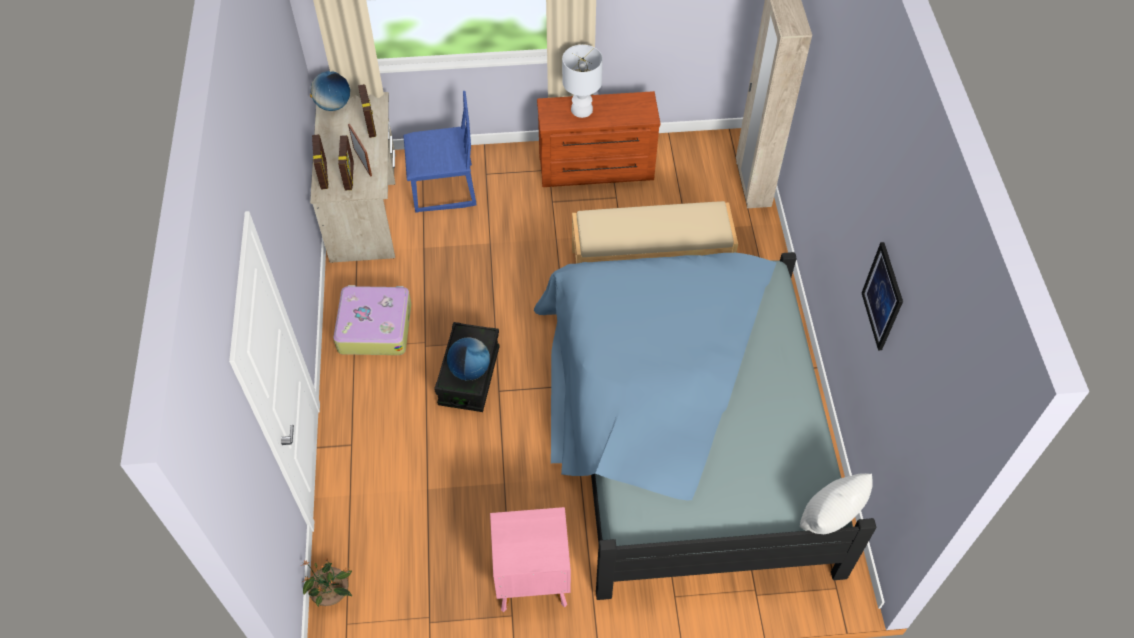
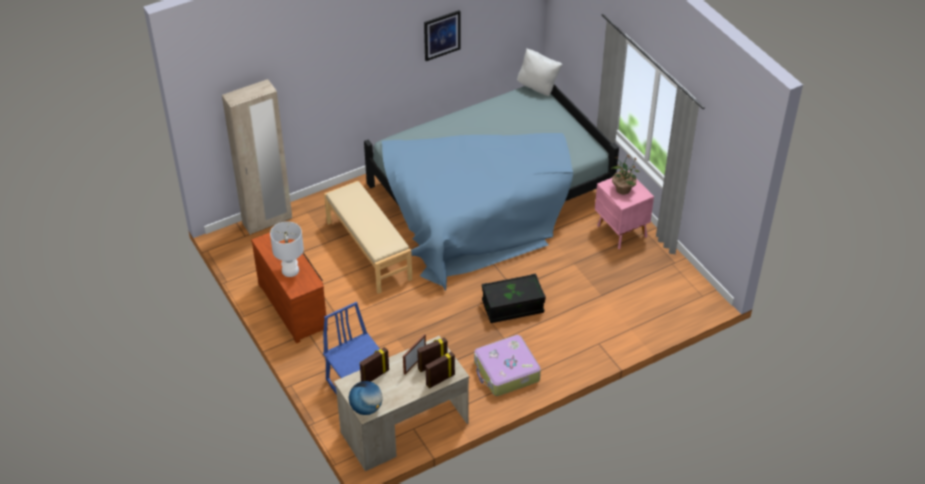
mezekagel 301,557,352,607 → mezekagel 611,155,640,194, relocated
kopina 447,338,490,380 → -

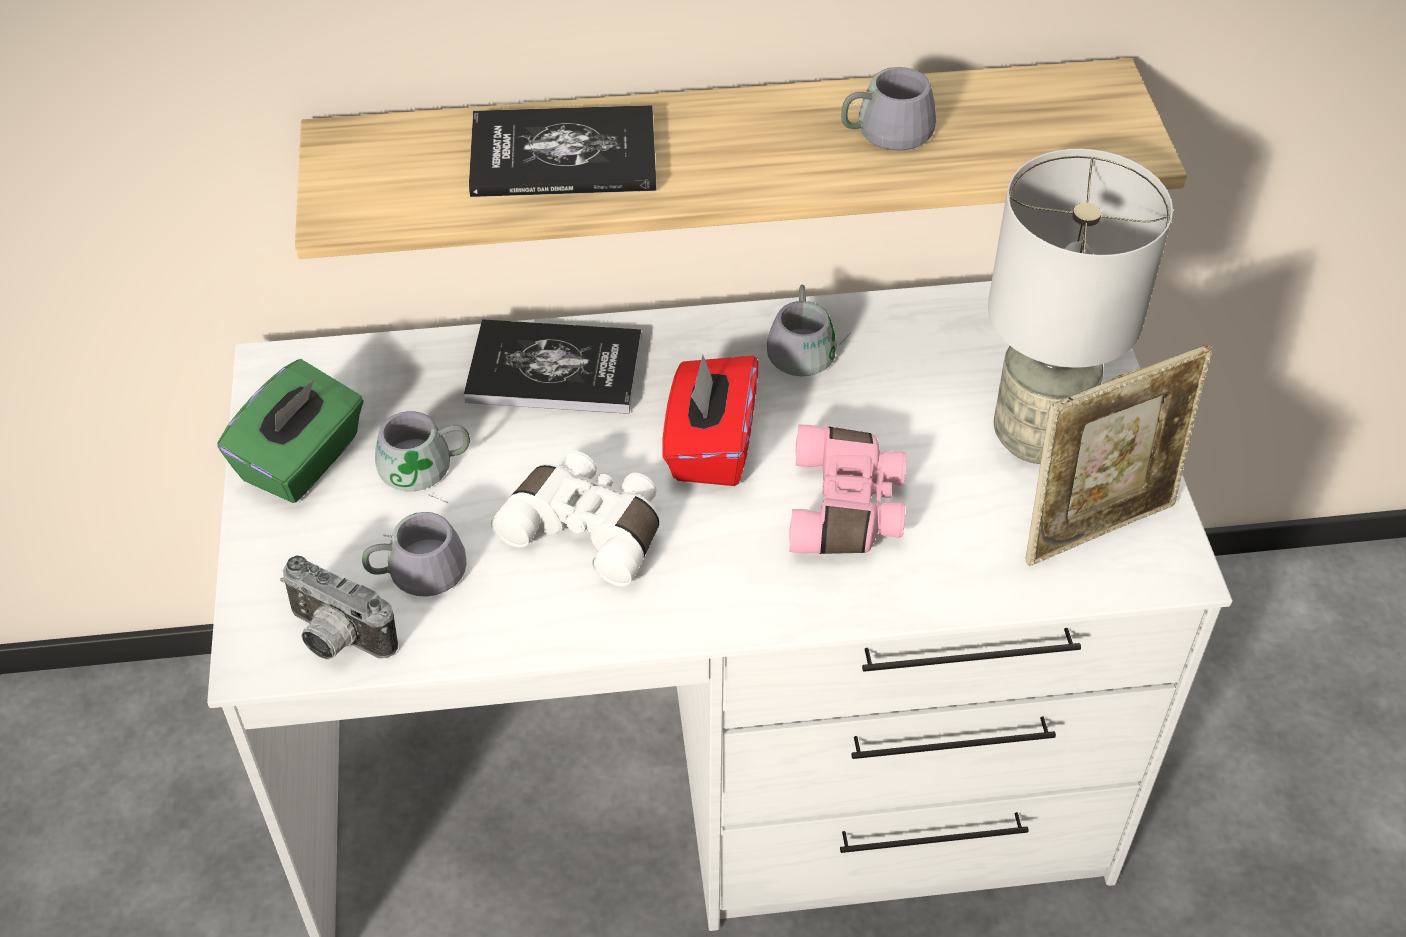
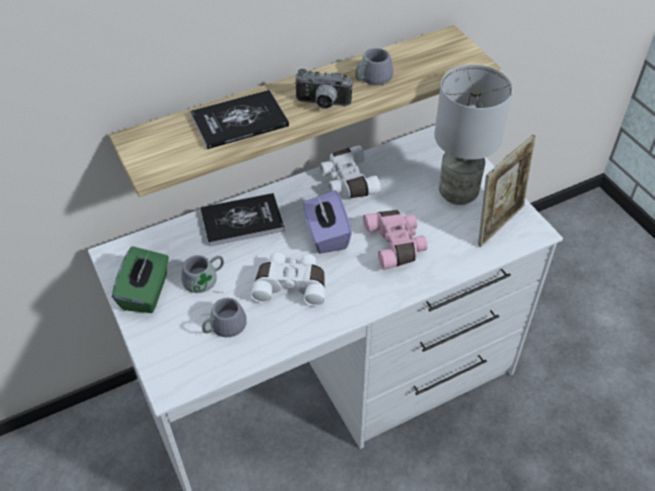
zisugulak 280,555,398,659 → zisugulak 294,69,352,109, relocated
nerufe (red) 663,355,758,486 → nerufe (purple) 303,190,352,254
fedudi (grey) 767,285,851,377 → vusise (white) 320,146,381,198

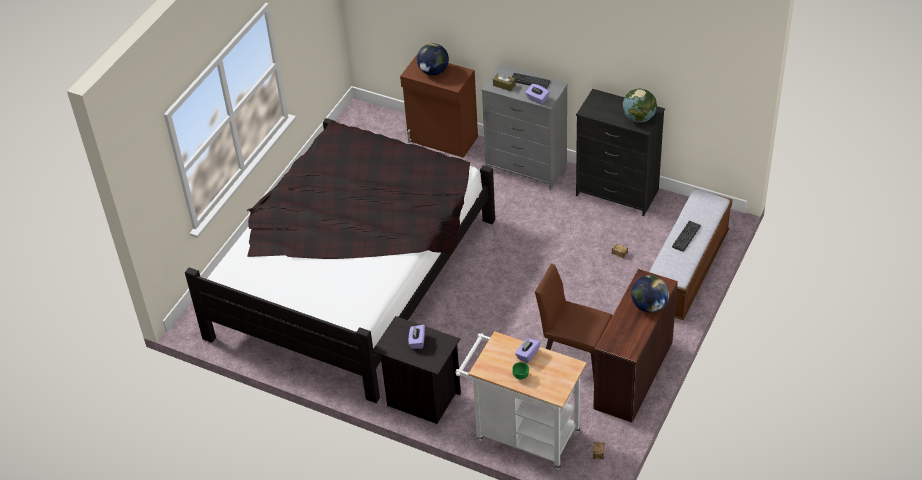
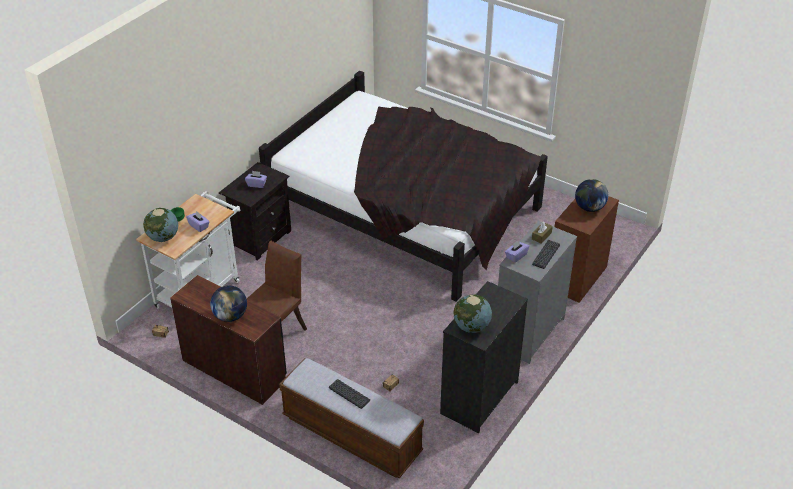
- → kopina 143,208,178,242

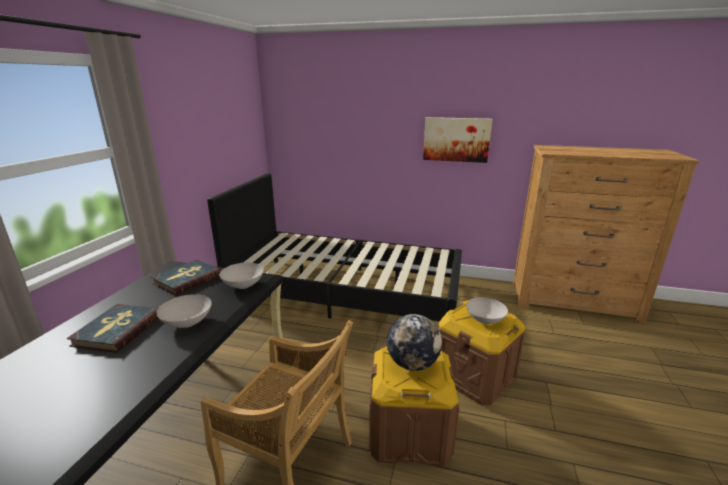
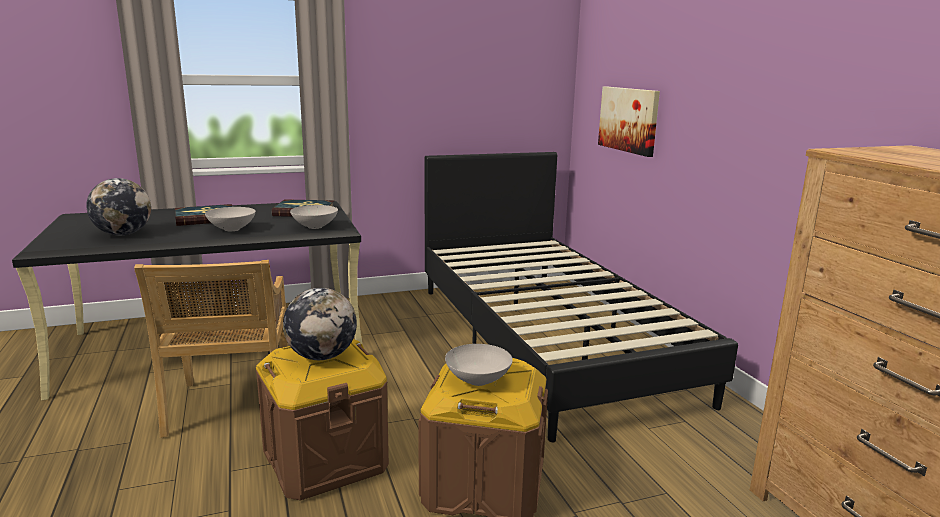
- → kopina 86,178,151,235
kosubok 423,117,492,163 → kosubok 598,86,660,157, relocated

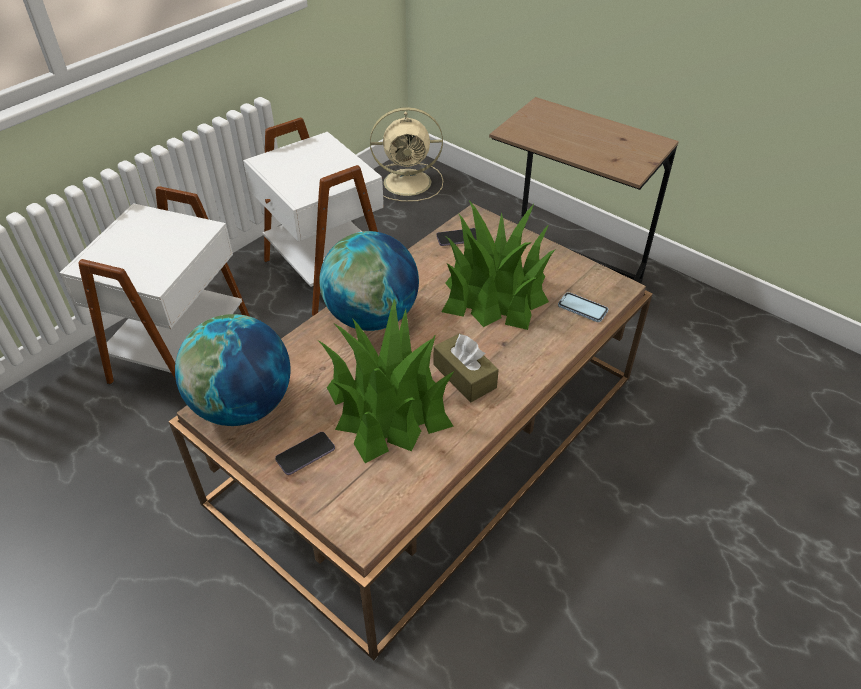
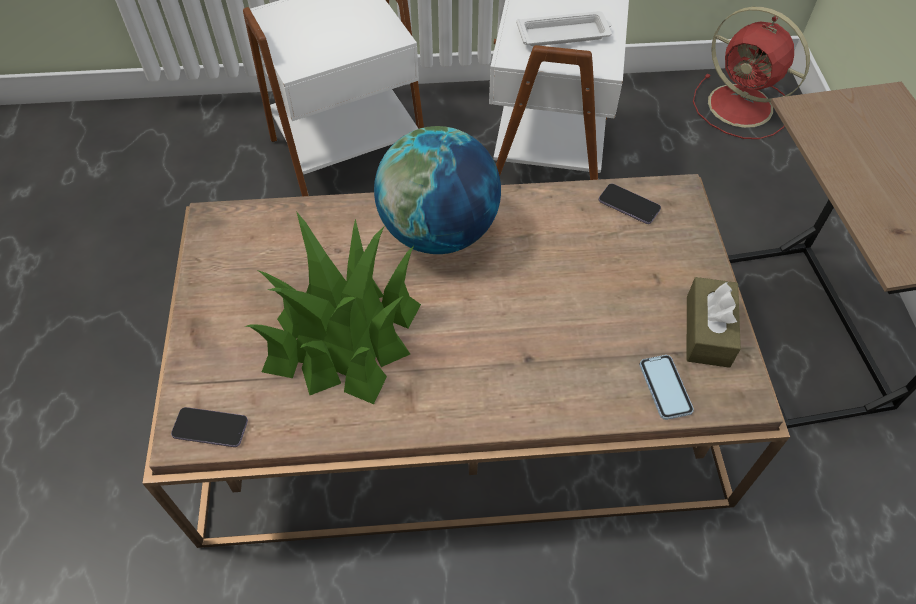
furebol 275,432,335,475 → furebol 171,407,248,447, relocated
- → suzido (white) 516,11,612,46
nerufe (brown) 434,333,499,402 → nerufe (brown) 686,277,741,368, relocated
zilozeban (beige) 370,107,443,202 → zilozeban (red) 693,7,810,139
kopina 175,314,290,426 → -
mezekagel 442,201,556,330 → -

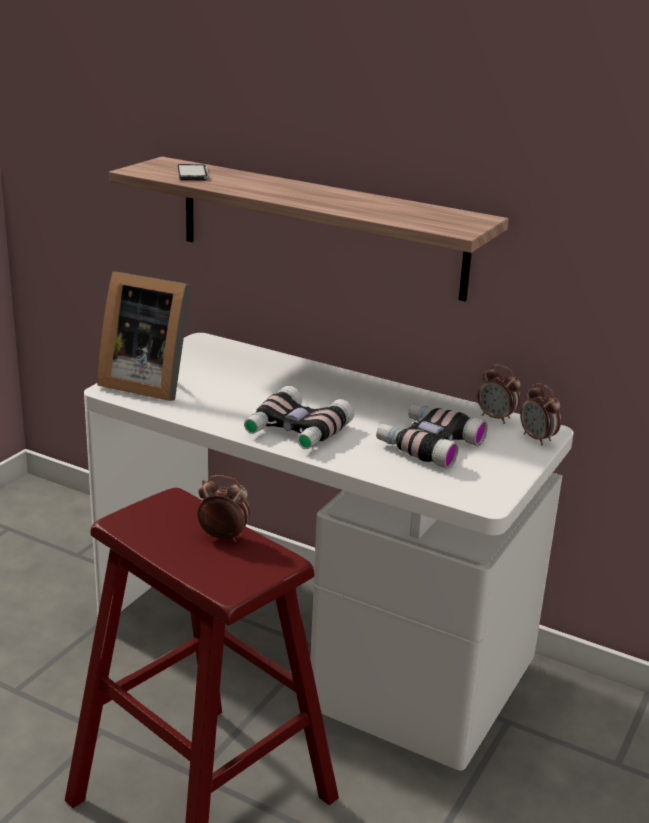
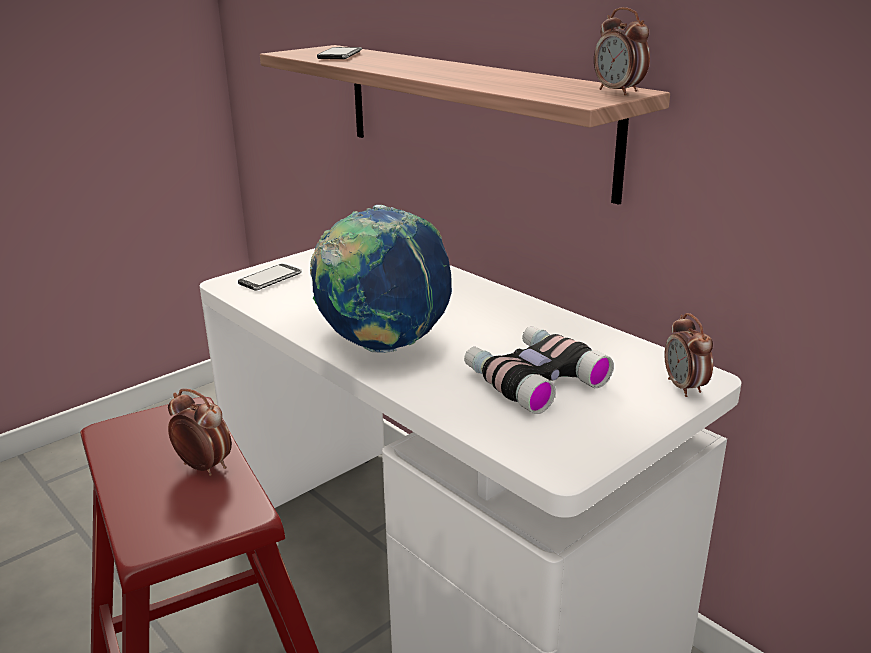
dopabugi 98,271,191,401 → furebol 238,264,302,291
vusise 244,386,354,449 → kopina 310,205,452,353
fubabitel 478,365,521,424 → fubabitel 594,7,650,95, relocated

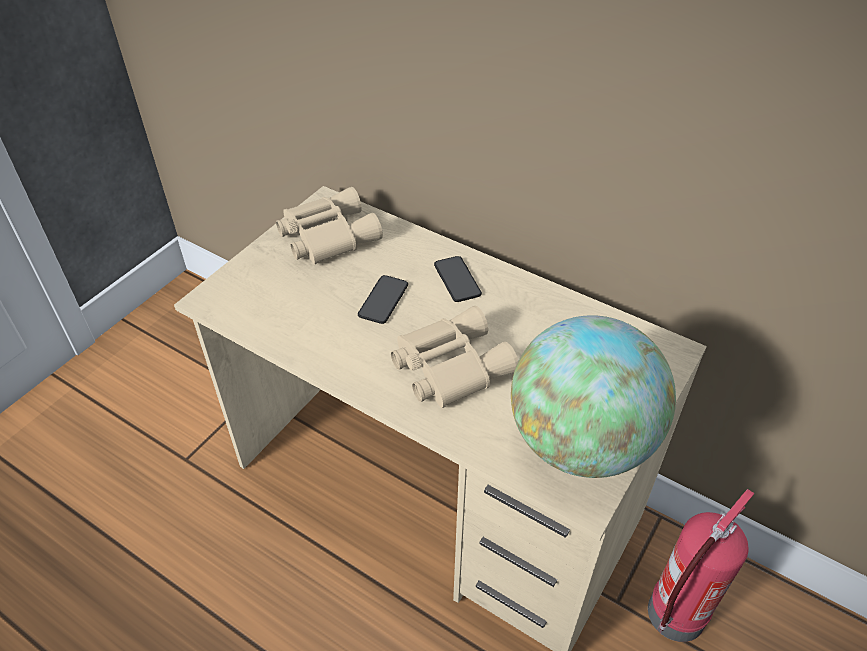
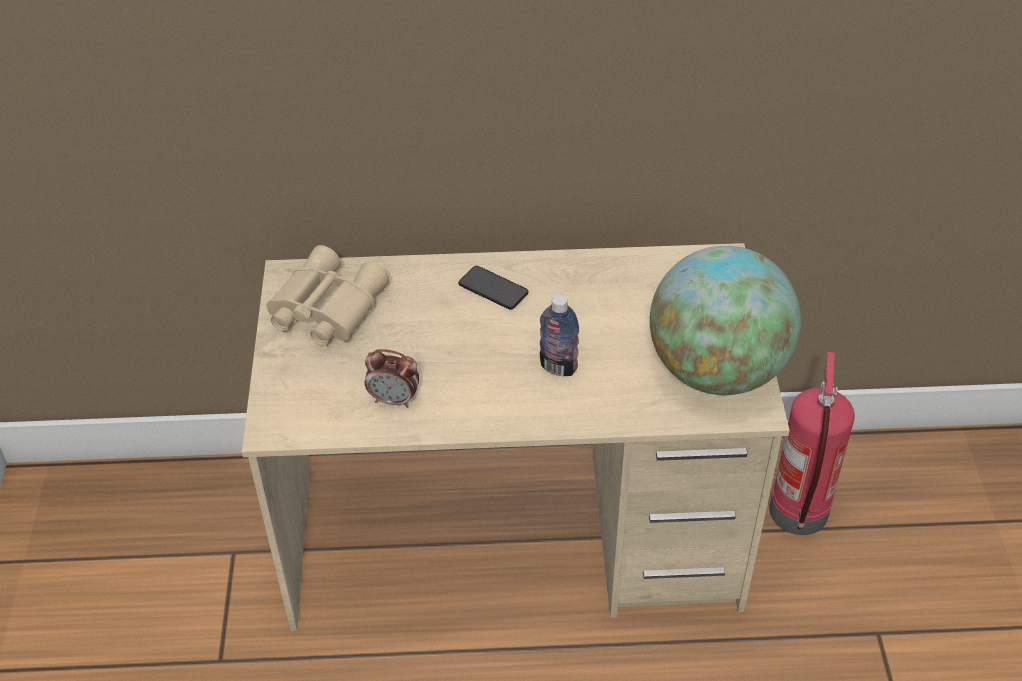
- → fubabitel 365,349,419,408
vusise (beige) 391,306,518,408 → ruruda 540,294,579,376
furebol 358,275,408,324 → -

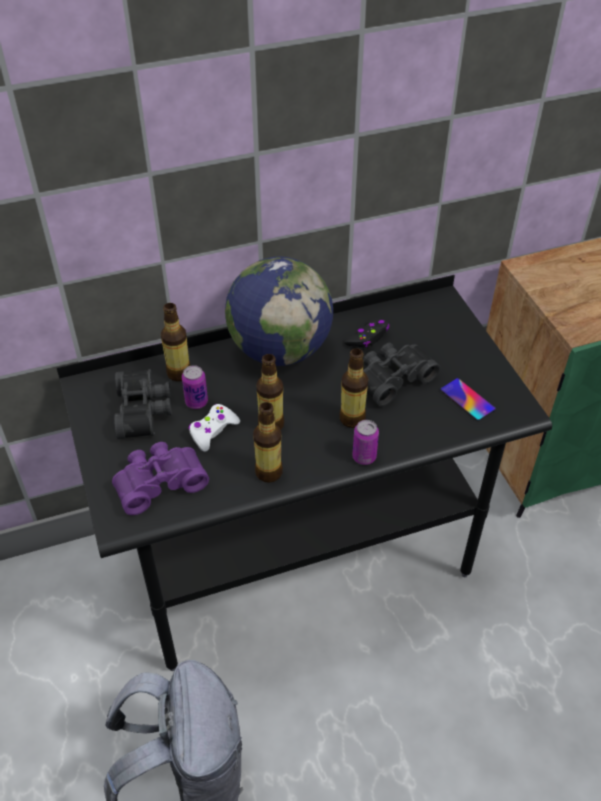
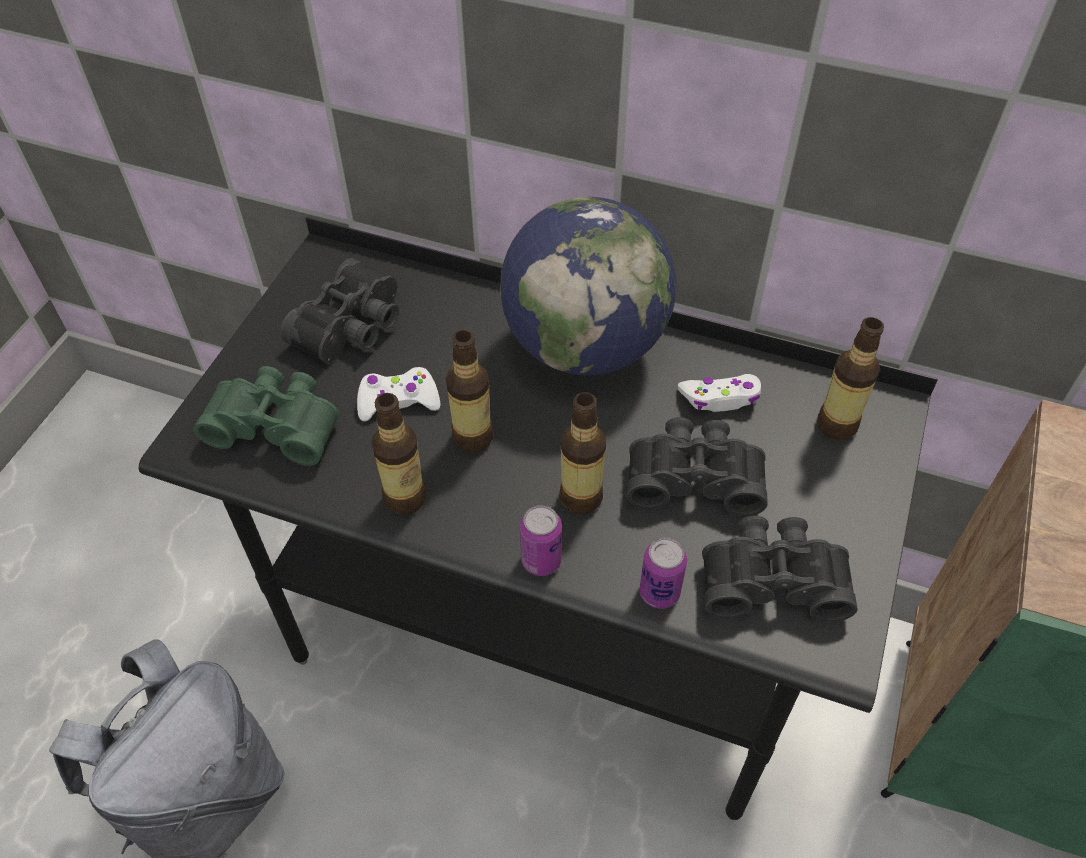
vusise (purple) 112,442,209,515 → vusise (green) 194,366,340,466
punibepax 182,365,208,409 → punibepax 640,537,687,609, relocated
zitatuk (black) 344,318,390,348 → zitatuk (white) 678,374,761,412
furebol 440,378,496,421 → vusise (black) 702,516,858,622
ruruda 161,303,190,381 → ruruda 817,317,884,440, relocated

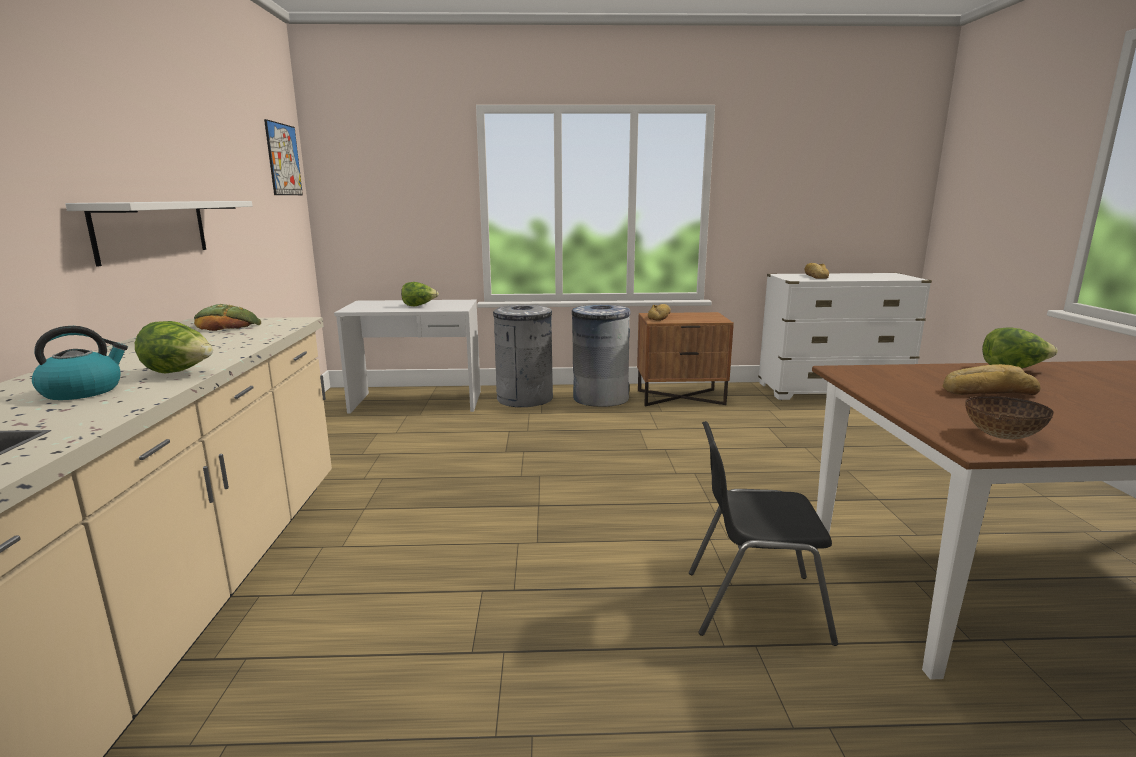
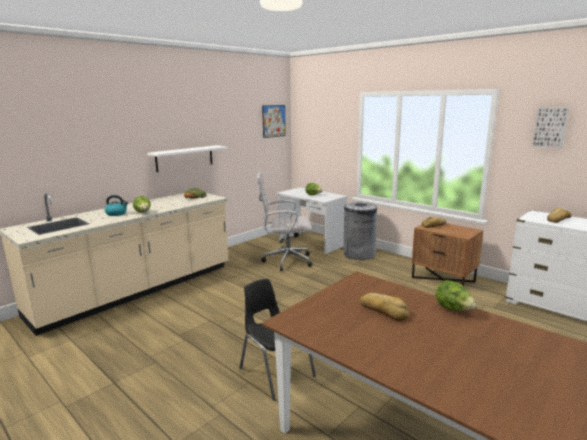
- → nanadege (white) 257,172,312,271
- → kosubok 532,107,569,148
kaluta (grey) 572,305,631,407 → -
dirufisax 965,396,1054,439 → -

